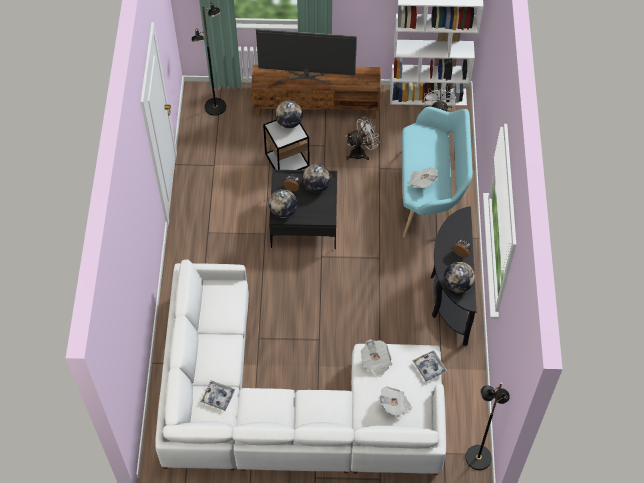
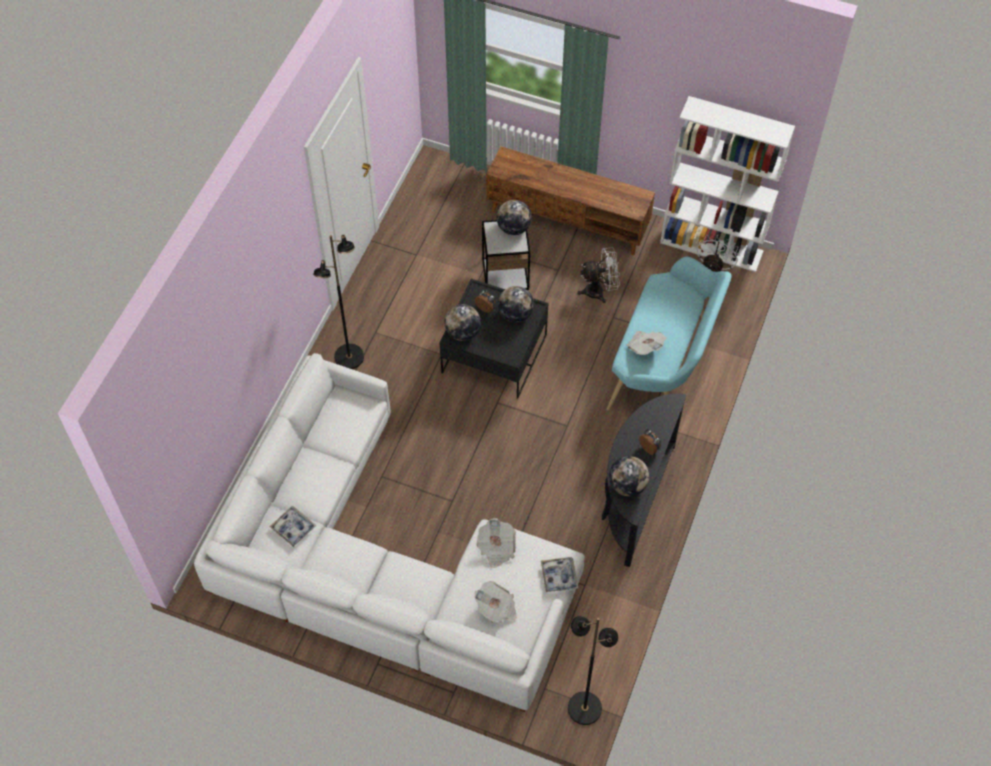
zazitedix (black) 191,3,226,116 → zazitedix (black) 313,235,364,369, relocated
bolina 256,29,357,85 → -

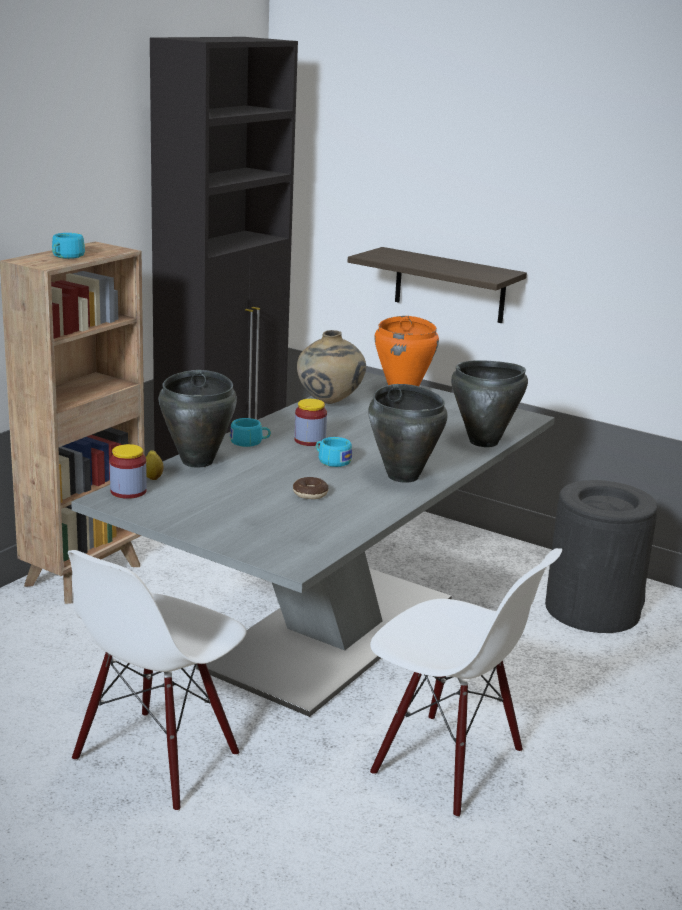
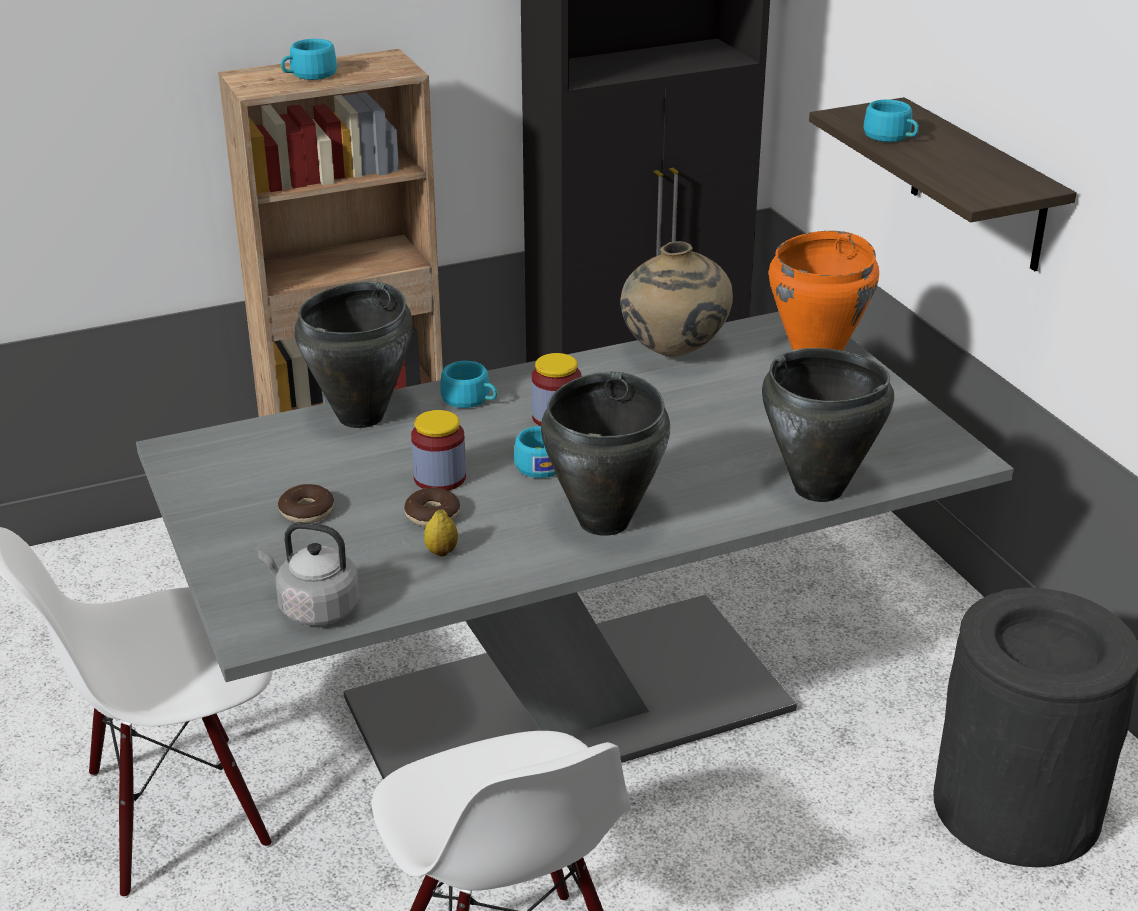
- → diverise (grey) 258,522,360,626
- → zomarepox 278,484,334,523
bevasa 110,444,147,499 → bevasa 411,410,466,491, relocated
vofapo 146,450,164,480 → vofapo 424,510,458,557, relocated
- → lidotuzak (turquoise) 864,99,919,142

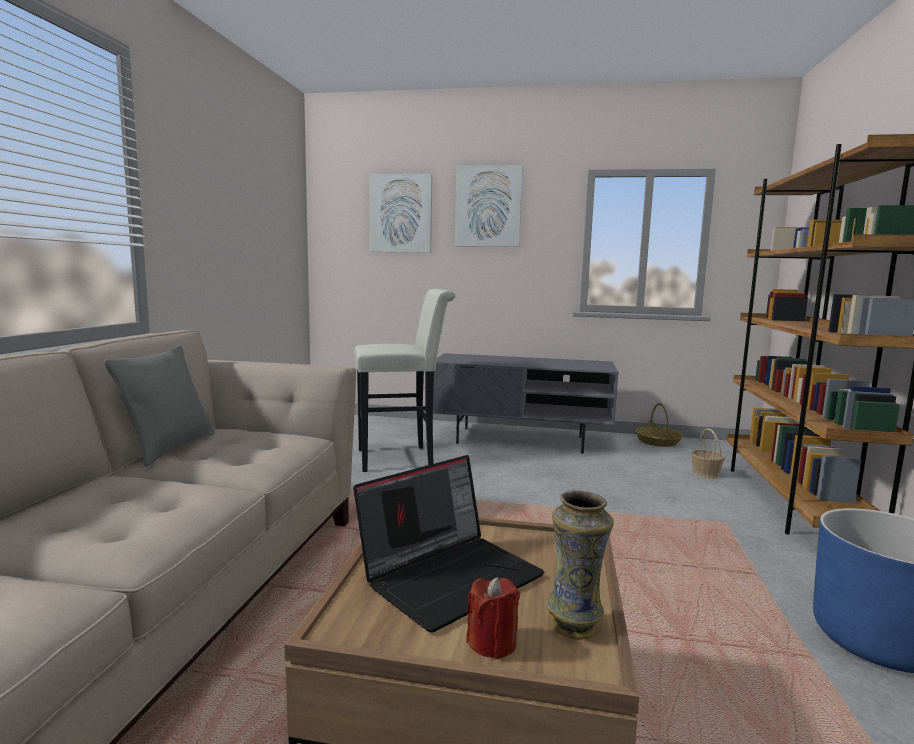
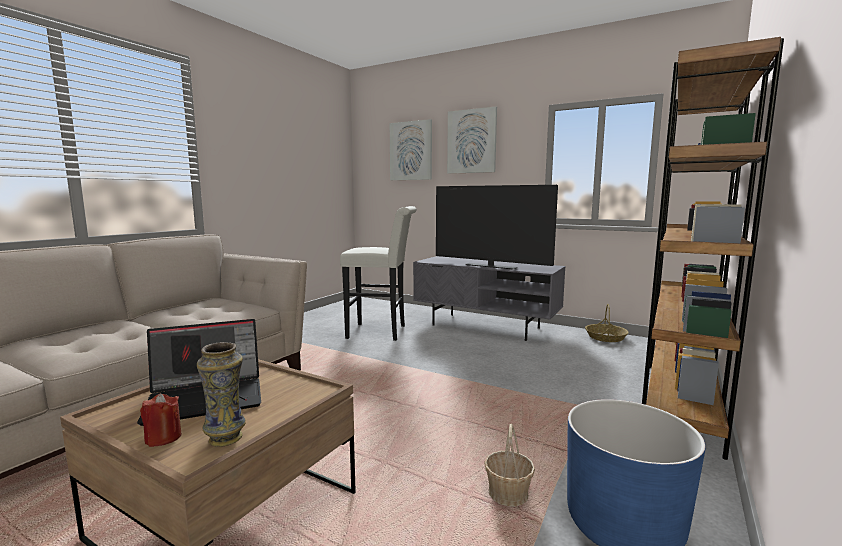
- → bolina 436,185,558,269
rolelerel 691,428,725,479 → rolelerel 484,424,535,507, relocated
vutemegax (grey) 104,345,215,466 → -

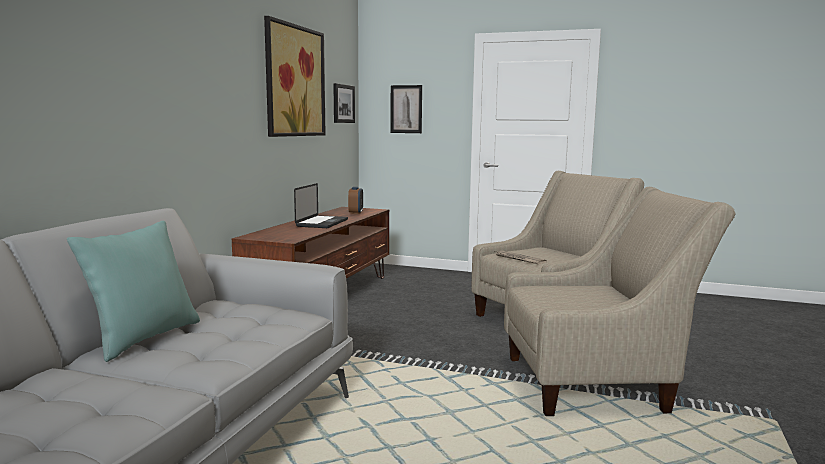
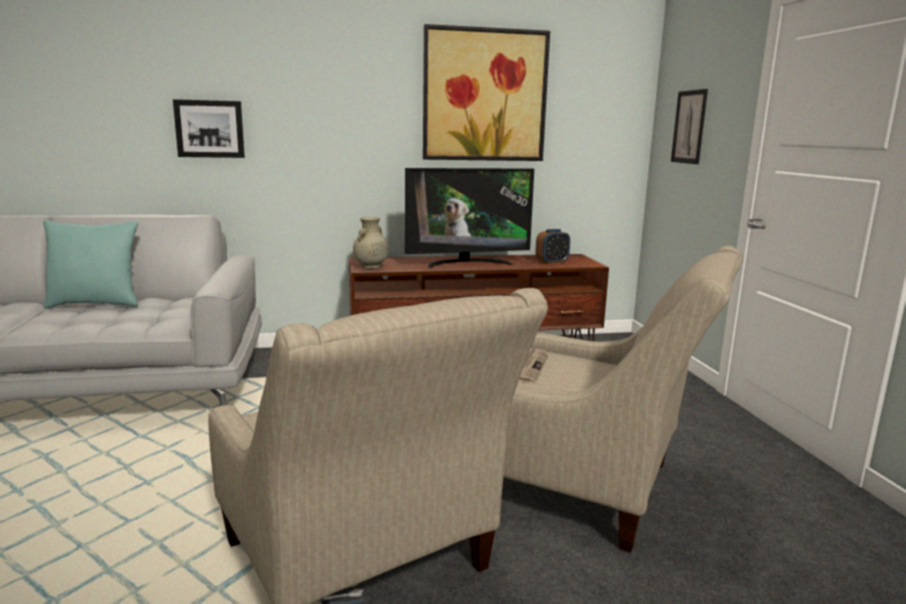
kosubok 333,83,355,123 → kosubok 173,99,245,158, relocated
- → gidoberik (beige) 353,217,389,269
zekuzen 294,183,348,228 → bolina 405,168,534,268

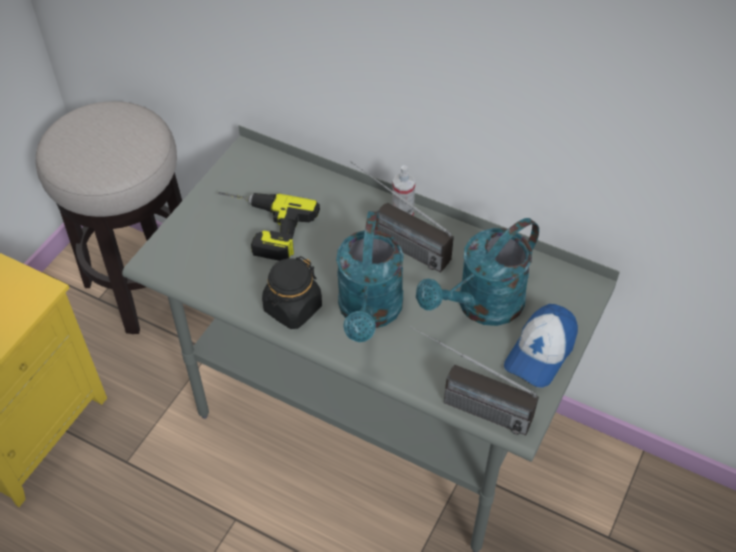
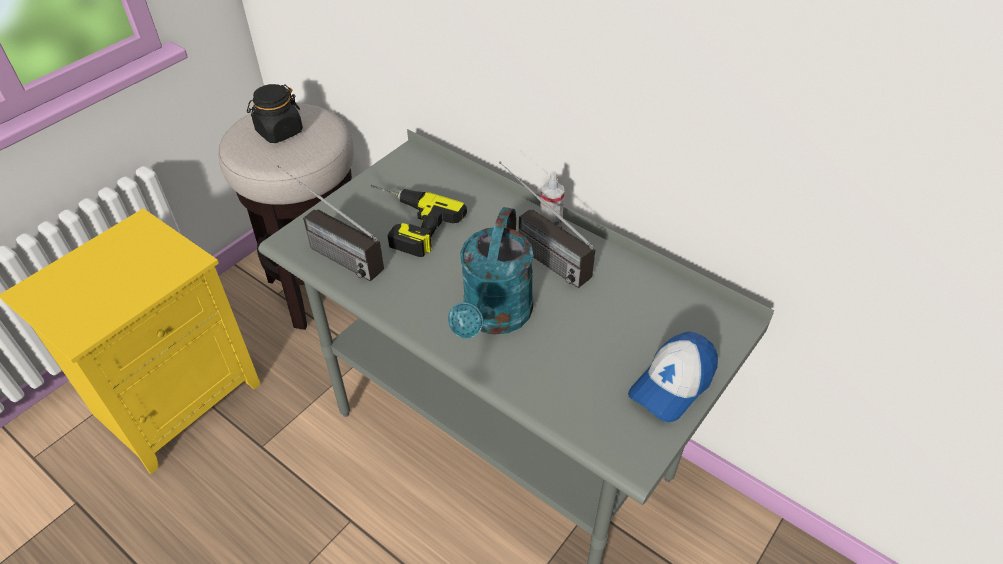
bevasa (black) 262,256,322,329 → bevasa (black) 247,84,303,143, relocated
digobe 410,326,539,435 → digobe 277,165,384,282, relocated
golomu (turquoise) 416,218,539,326 → -

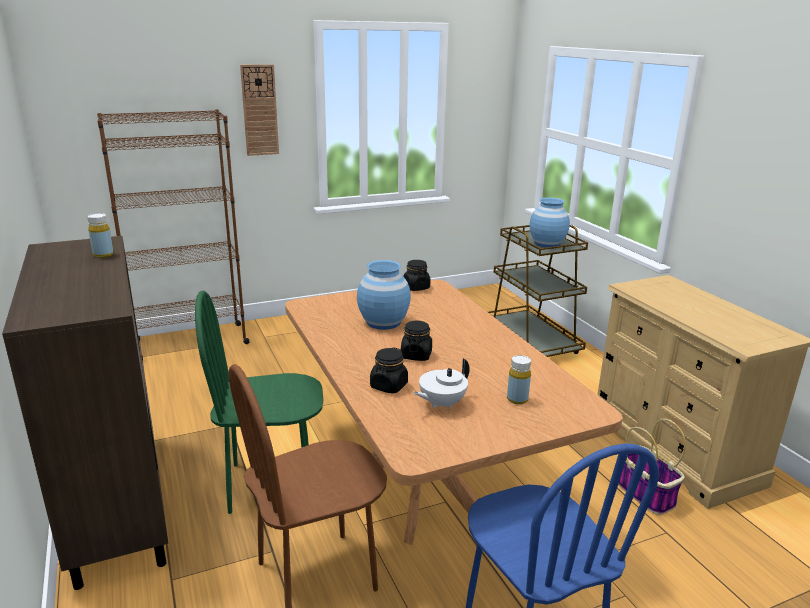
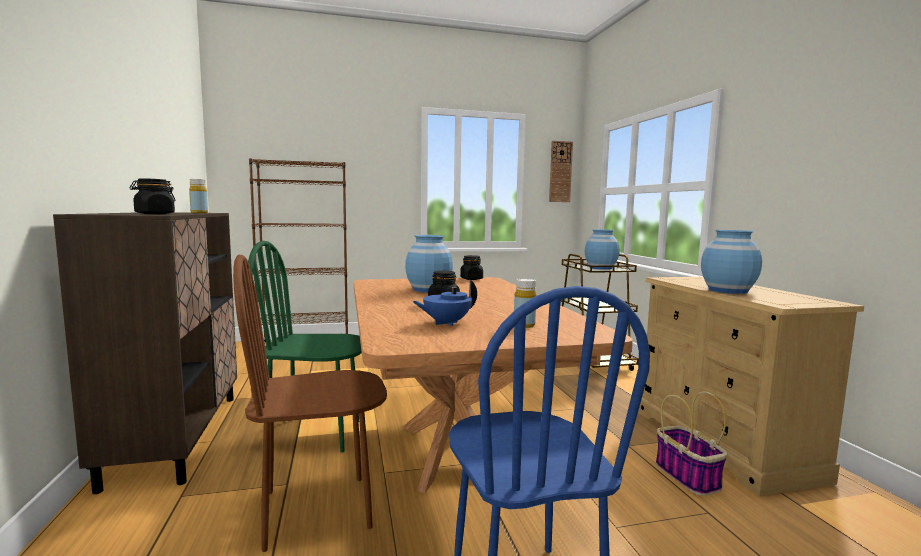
bevasa (black) 370,347,408,394 → bevasa (black) 130,178,176,214, relocated
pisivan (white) 414,359,470,408 → pisivan (blue) 412,280,477,326
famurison 240,64,279,156 → famurison 549,141,573,202, relocated
- → gidoberik (blue) 701,230,762,294

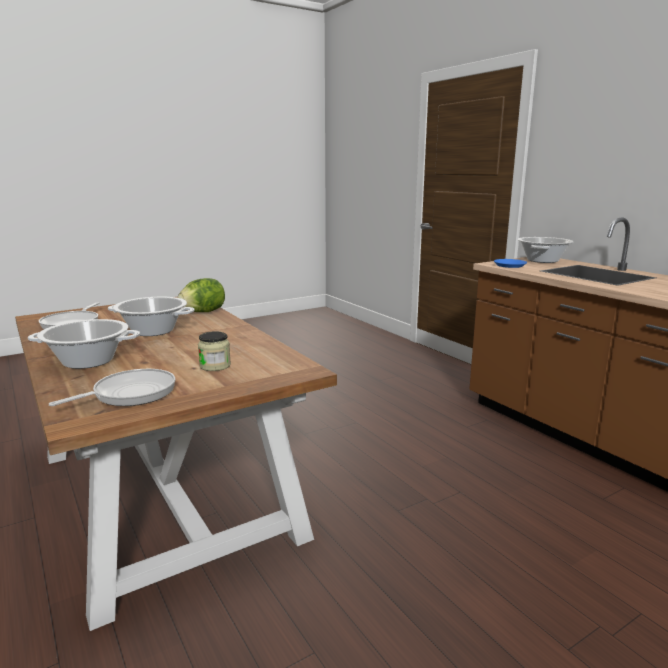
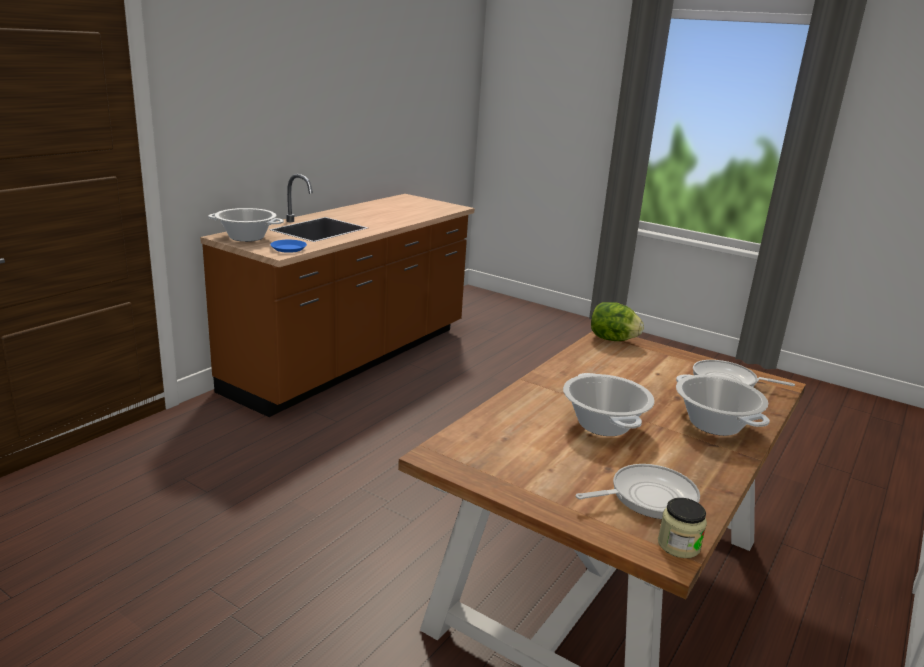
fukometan 177,278,225,312 → fukometan 591,302,644,341, relocated
bevasa 198,331,231,371 → bevasa 658,498,707,558, relocated

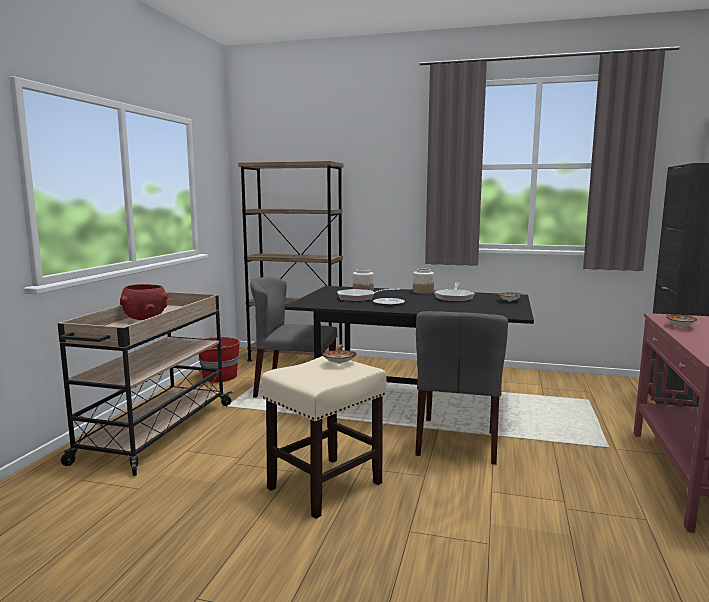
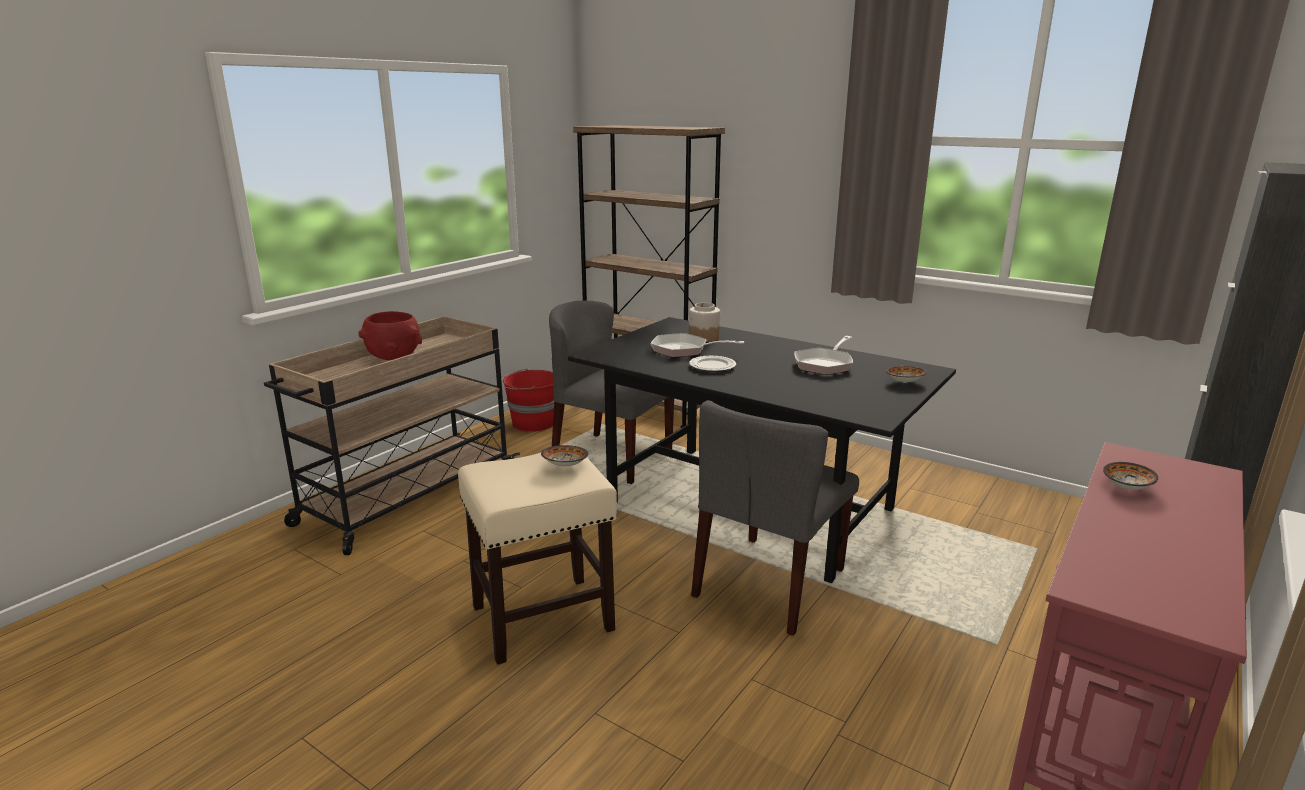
bevasa 413,269,434,294 → -

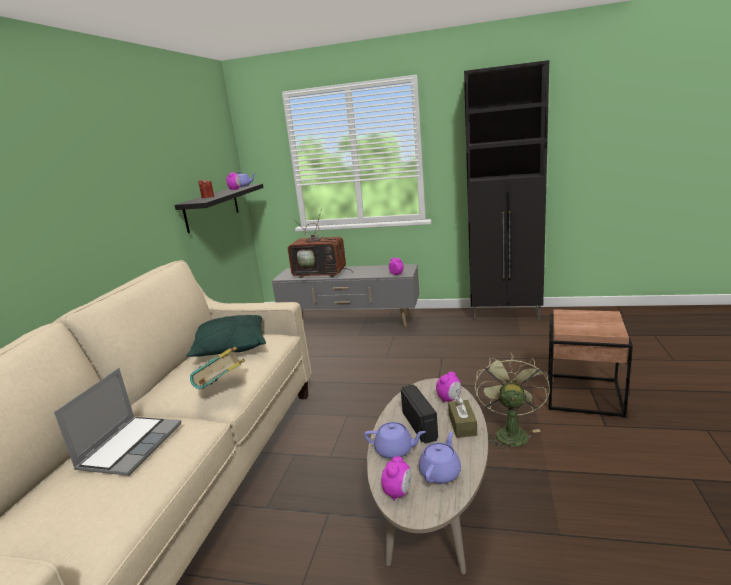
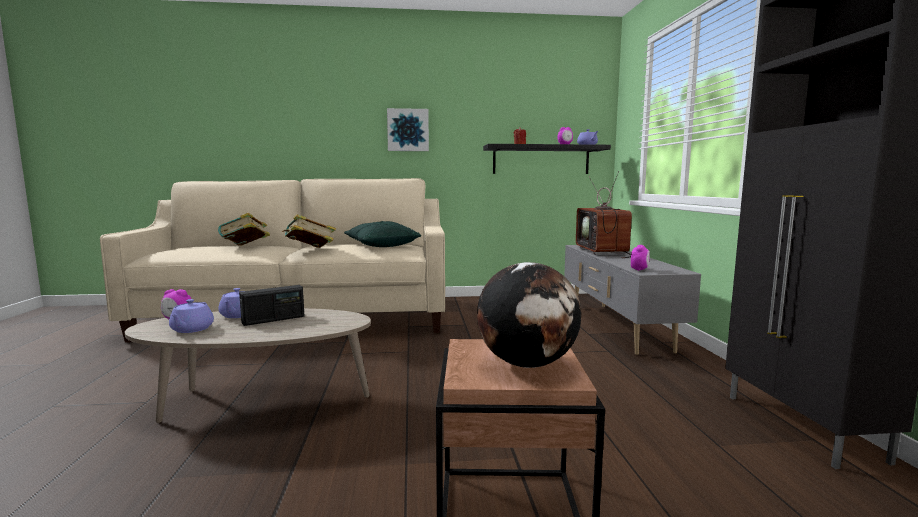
pisivan (purple) 419,432,461,484 → pisivan (purple) 169,299,214,333, 75 degrees clockwise
zekuzen 54,368,181,476 → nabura 218,213,270,246
- → kosubok 387,108,429,151
- → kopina 477,262,582,368
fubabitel 436,372,461,403 → -
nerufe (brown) 448,397,477,438 → -
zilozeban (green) 475,354,550,452 → -

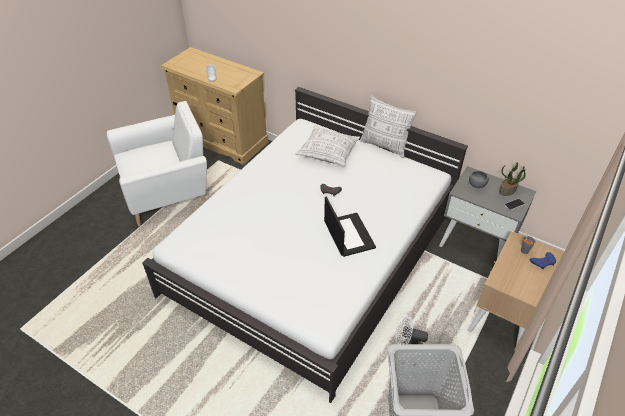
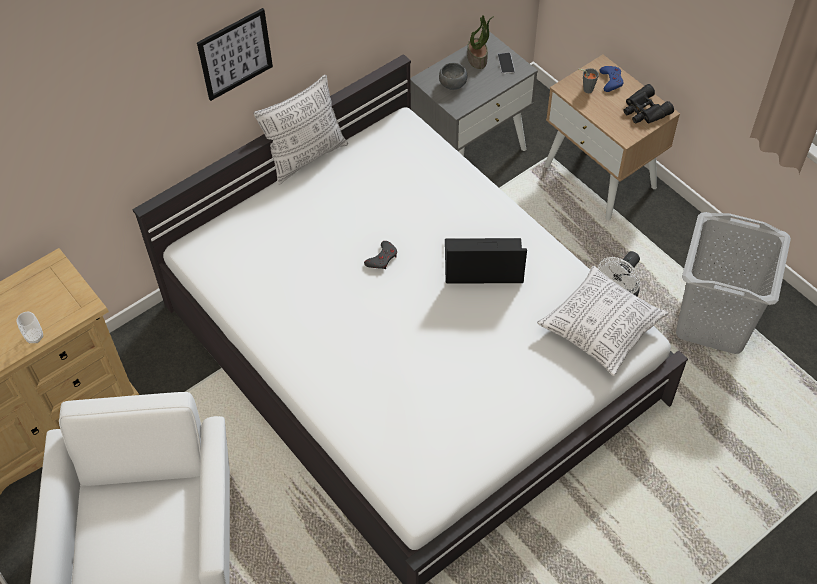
- → kosubok 197,8,273,101
vutemegax 296,126,360,167 → vutemegax 537,266,669,376, relocated
- → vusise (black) 624,84,674,124

